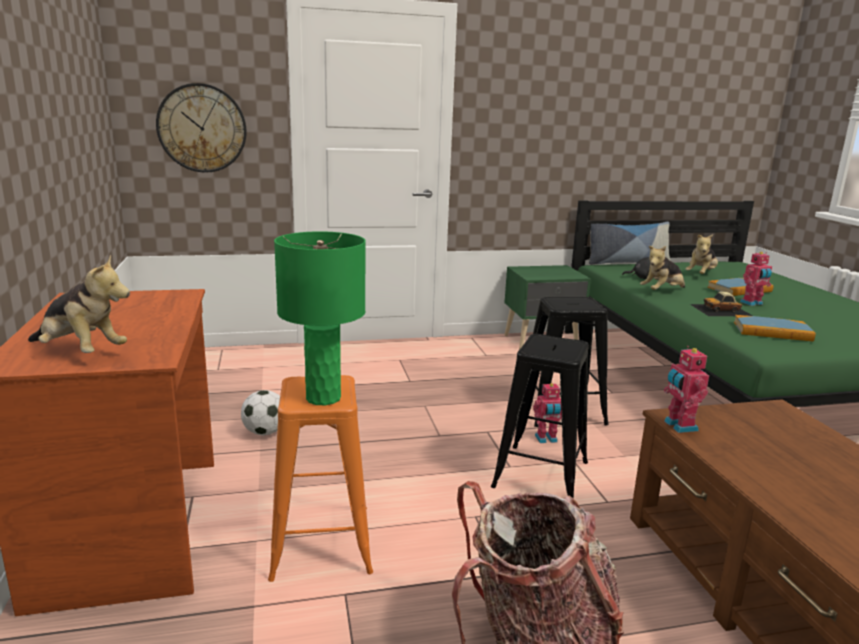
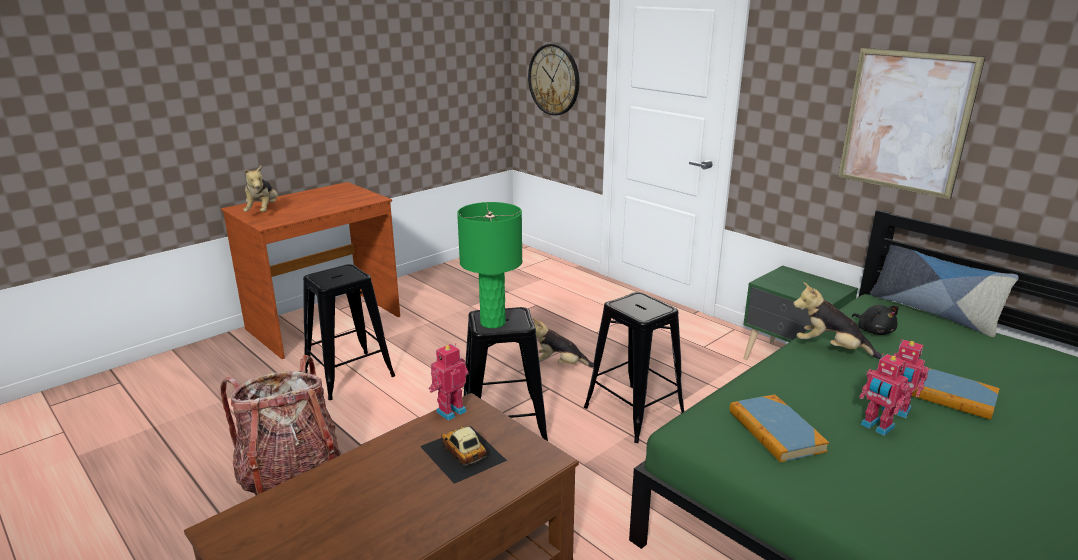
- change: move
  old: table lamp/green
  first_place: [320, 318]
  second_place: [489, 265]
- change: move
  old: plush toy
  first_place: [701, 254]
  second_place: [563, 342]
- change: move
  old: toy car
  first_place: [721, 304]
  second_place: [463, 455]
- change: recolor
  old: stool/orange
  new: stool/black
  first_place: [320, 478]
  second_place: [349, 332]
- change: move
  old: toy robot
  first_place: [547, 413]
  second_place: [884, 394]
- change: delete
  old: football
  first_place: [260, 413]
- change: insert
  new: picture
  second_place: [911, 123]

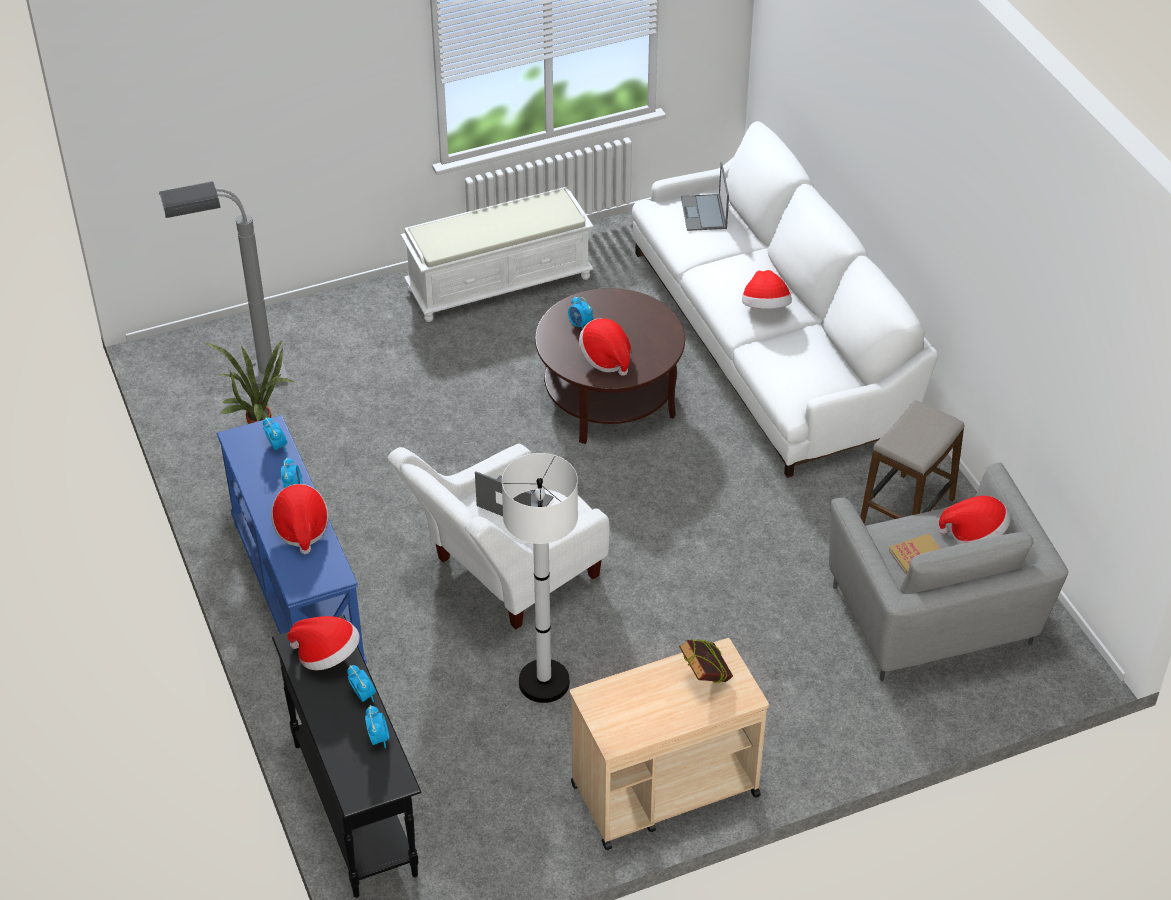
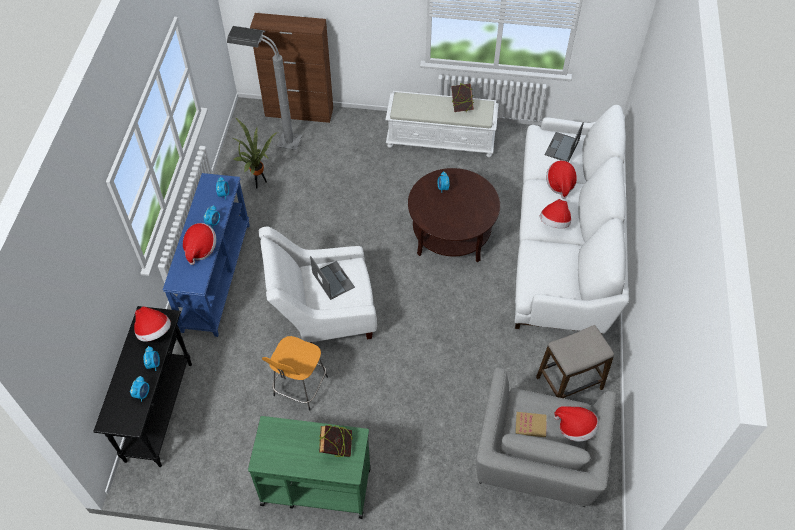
- change: move
  old: hat
  first_place: [605, 347]
  second_place: [561, 179]
- change: replace
  old: floor lamp/white
  new: stool/orange
  first_place: [540, 578]
  second_place: [295, 373]
- change: recolor
  old: cart/beige
  new: cart/green
  first_place: [669, 744]
  second_place: [309, 467]
- change: insert
  new: cabinet/brown
  second_place: [291, 68]
- change: insert
  new: book
  second_place: [462, 97]

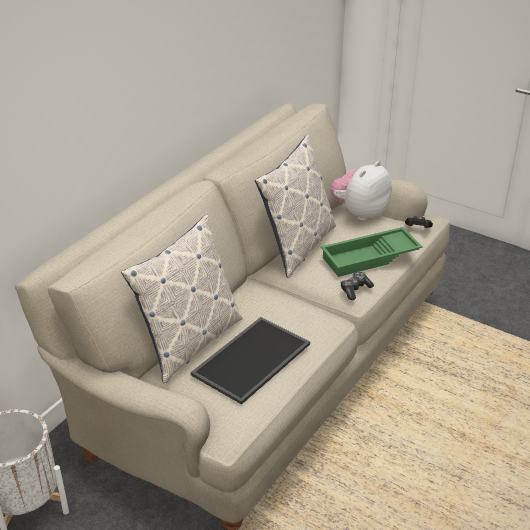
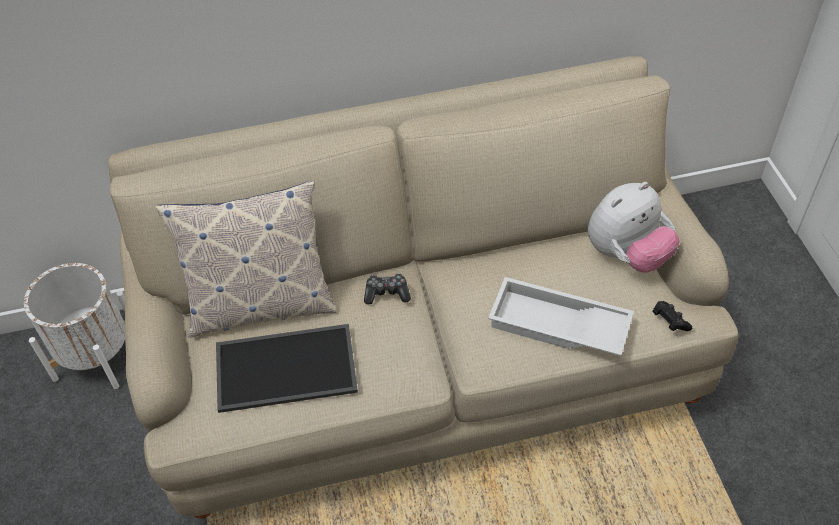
- change: delete
  old: pillow
  first_place: [295, 206]
- change: rotate
  old: plush toy
  first_place: [360, 190]
  second_place: [634, 227]
  degrees: 150
- change: recolor
  old: tray/green
  new: tray/white
  first_place: [372, 252]
  second_place: [561, 316]
- change: move
  old: game controller
  first_place: [357, 286]
  second_place: [387, 289]

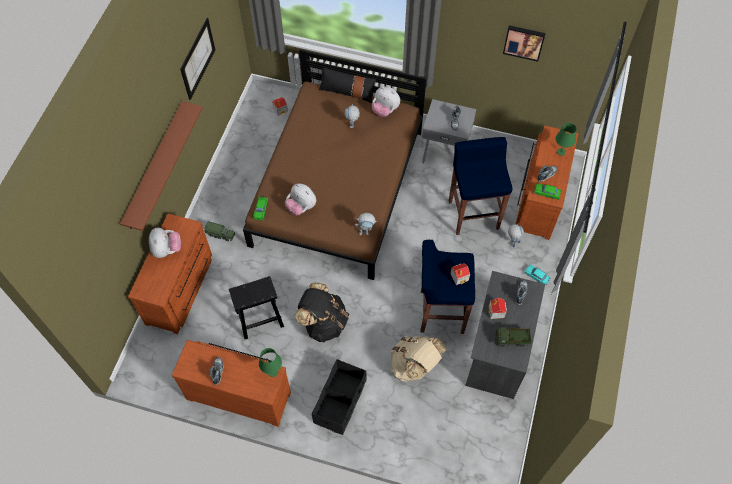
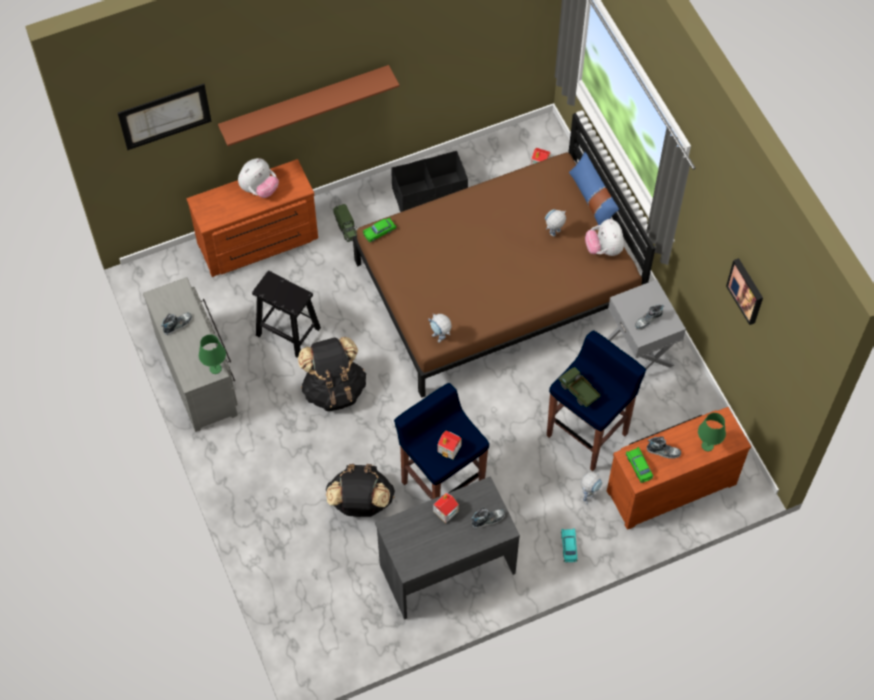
- change: move
  old: picture
  first_place: [197, 59]
  second_place: [165, 117]
- change: recolor
  old: pillow/black
  new: pillow/blue
  first_place: [347, 85]
  second_place: [594, 188]
- change: delete
  old: plush toy
  first_place: [300, 199]
- change: move
  old: toy truck
  first_place: [513, 337]
  second_place: [579, 387]
- change: recolor
  old: backpack/beige
  new: backpack/black
  first_place: [419, 358]
  second_place: [360, 490]
- change: recolor
  old: dresser/brown
  new: dresser/grey
  first_place: [231, 383]
  second_place: [190, 354]
- change: move
  old: storage box/black
  first_place: [339, 397]
  second_place: [430, 181]

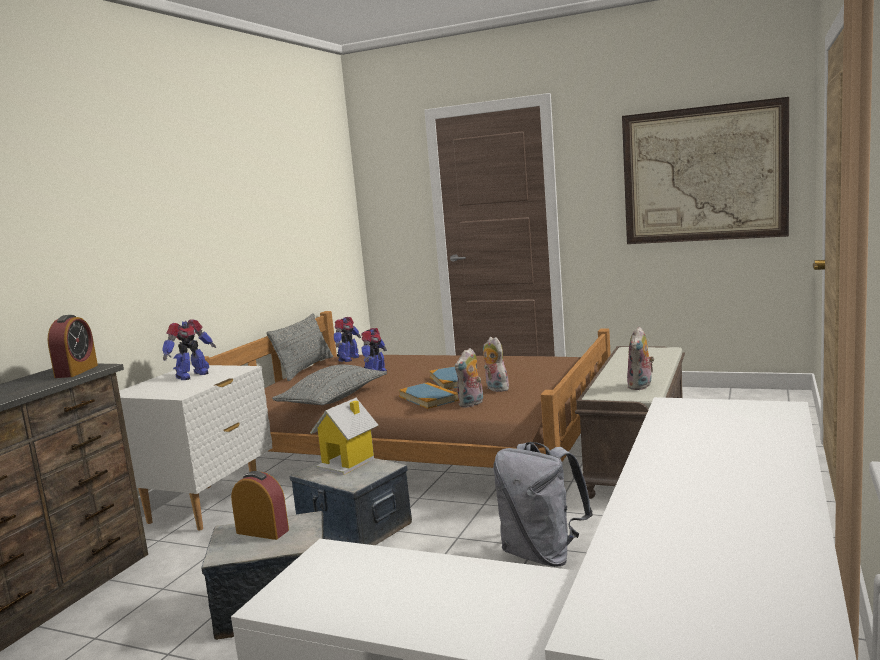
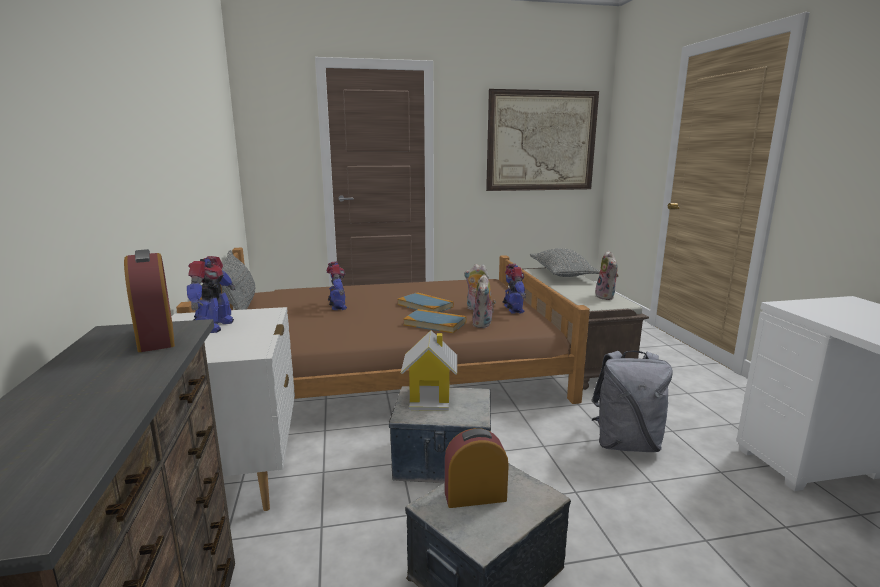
- change: move
  old: toy robot
  first_place: [347, 339]
  second_place: [514, 289]
- change: move
  old: pillow/grey
  first_place: [329, 385]
  second_place: [565, 262]

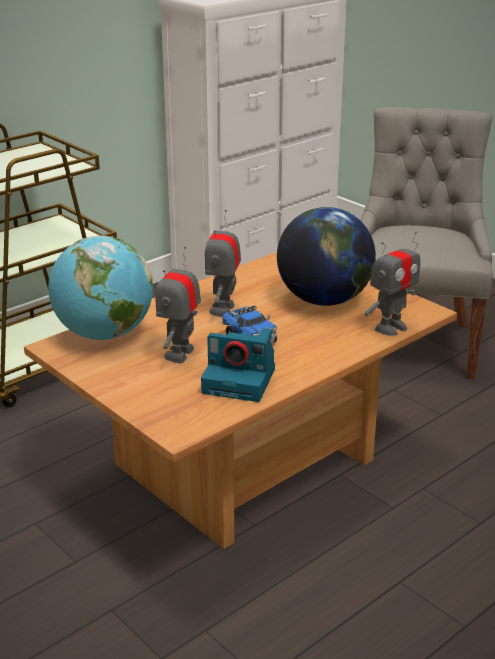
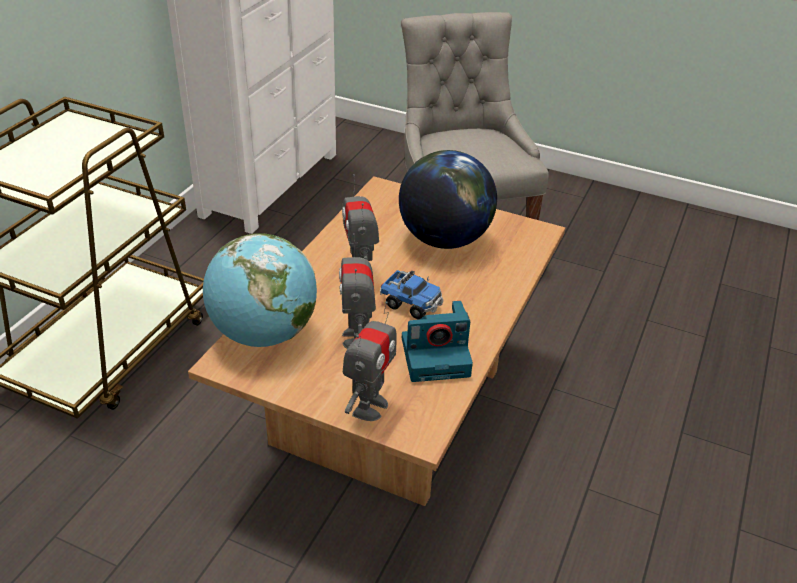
- change: move
  old: toy robot
  first_place: [393, 283]
  second_place: [370, 361]

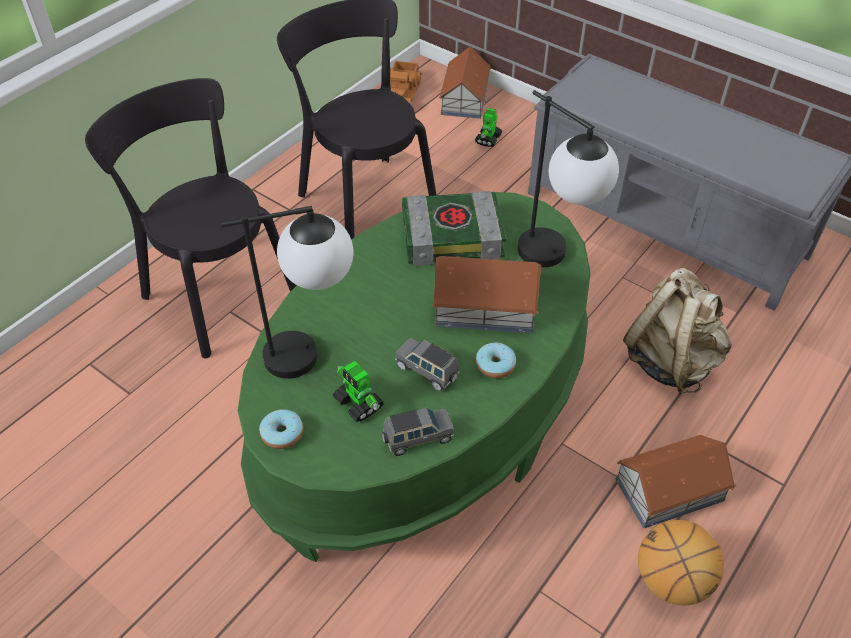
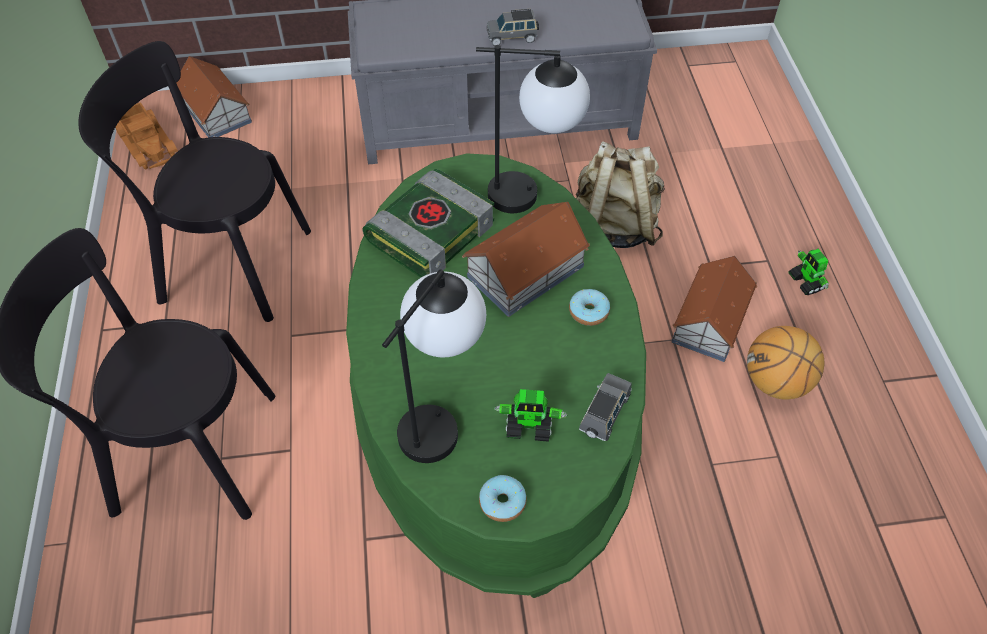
- change: move
  old: toy robot
  first_place: [488, 127]
  second_place: [809, 272]
- change: move
  old: toy car/grey
  first_place: [427, 364]
  second_place: [513, 27]

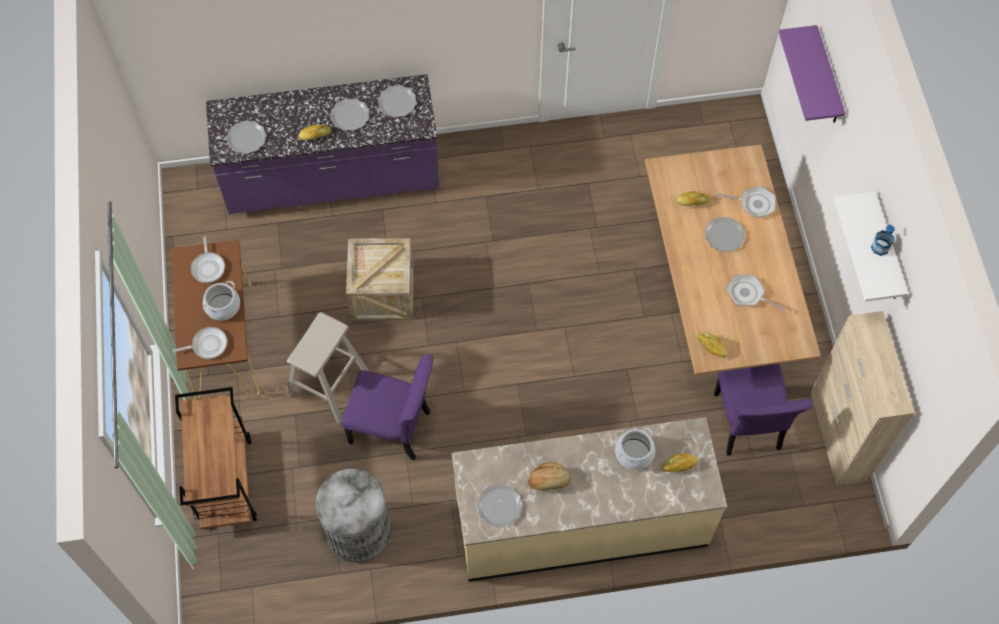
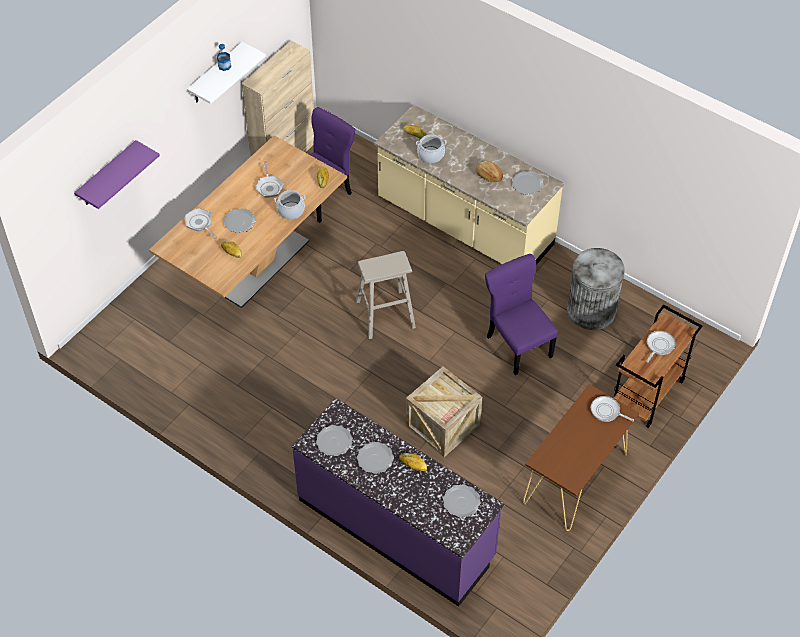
- change: move
  old: frying pan
  first_place: [208, 259]
  second_place: [661, 346]
- change: move
  old: cooking pot
  first_place: [221, 301]
  second_place: [290, 204]
- change: move
  old: stool/beige
  first_place: [327, 368]
  second_place: [386, 295]

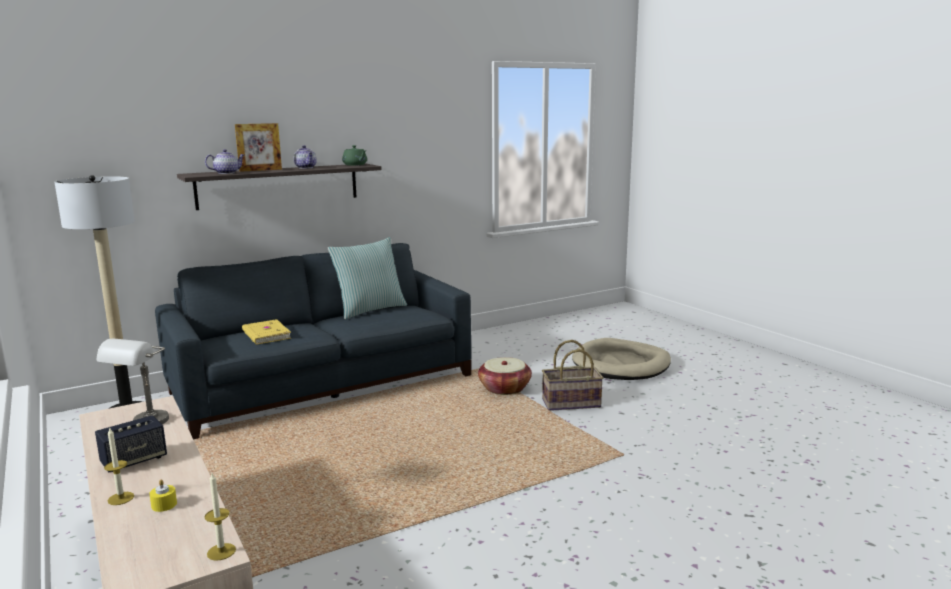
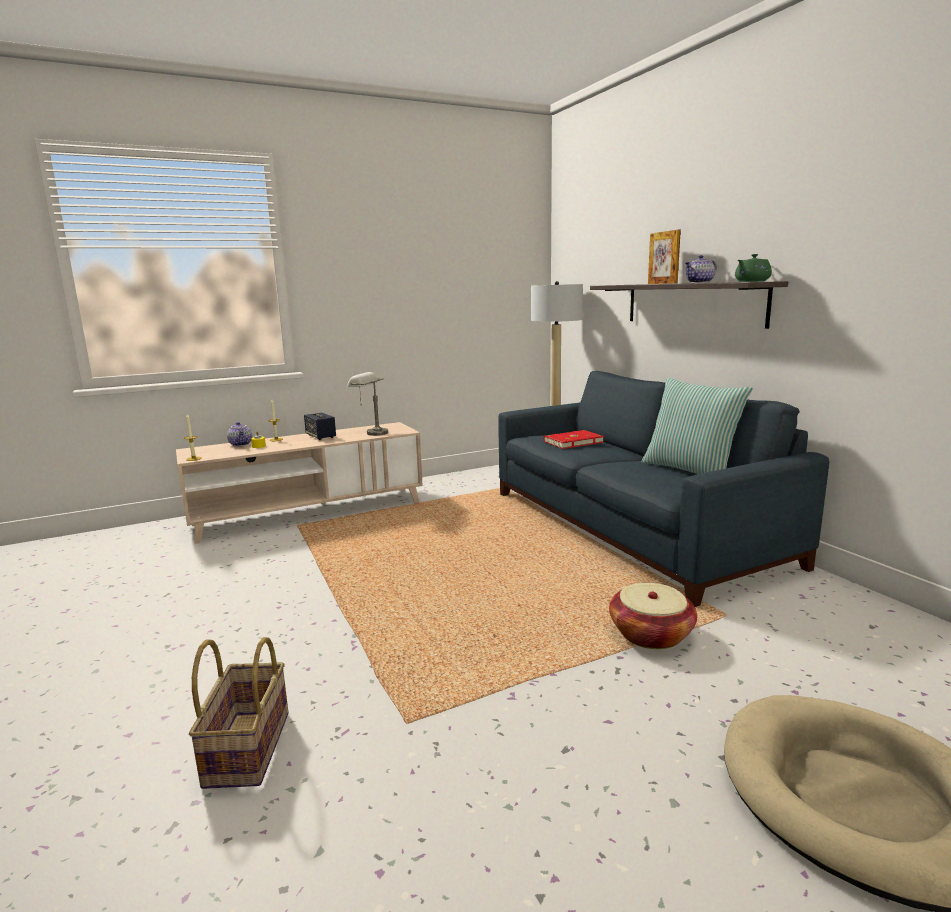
- change: move
  old: teapot
  first_place: [224, 161]
  second_place: [239, 434]
- change: recolor
  old: book/yellow
  new: book/red
  first_place: [266, 332]
  second_place: [573, 439]
- change: move
  old: basket
  first_place: [572, 375]
  second_place: [239, 713]

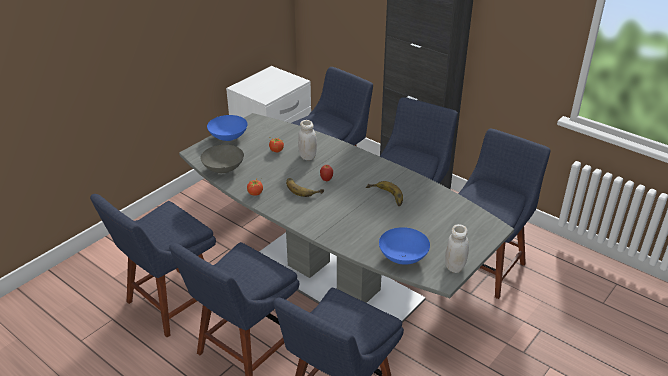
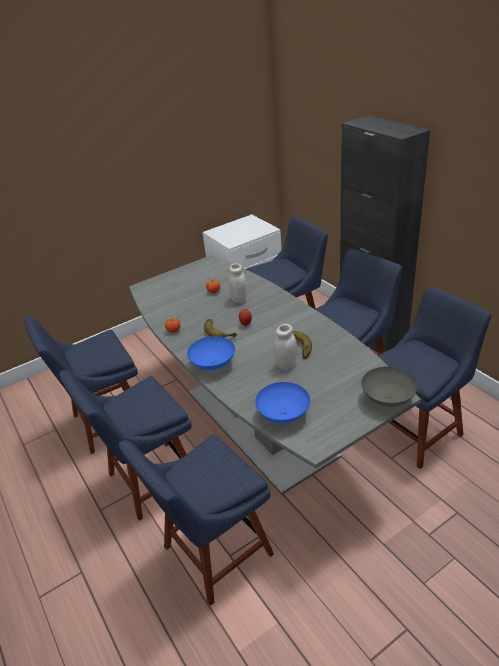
- change: move
  old: bowl/blue
  first_place: [227, 128]
  second_place: [211, 353]
- change: move
  old: bowl/grey
  first_place: [222, 159]
  second_place: [389, 387]
- change: move
  old: jar/white
  first_place: [457, 248]
  second_place: [285, 347]

